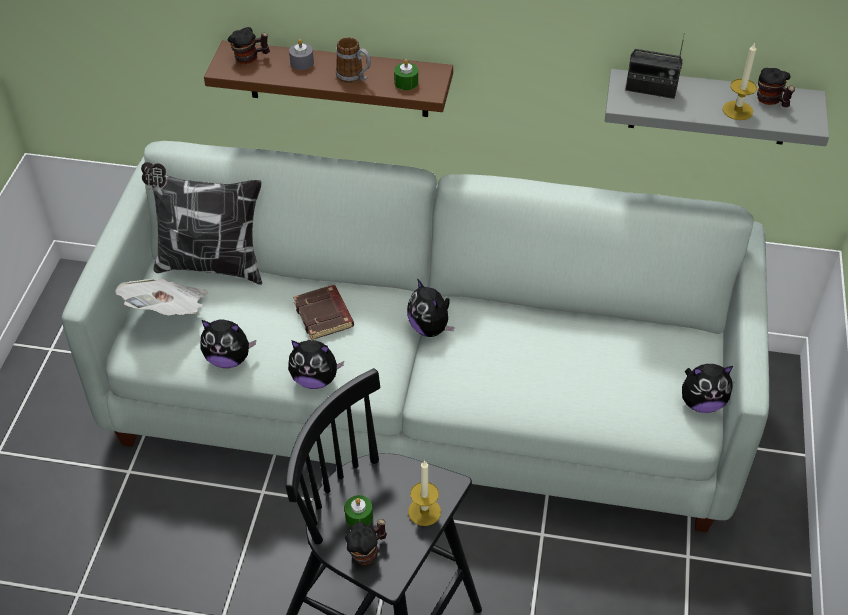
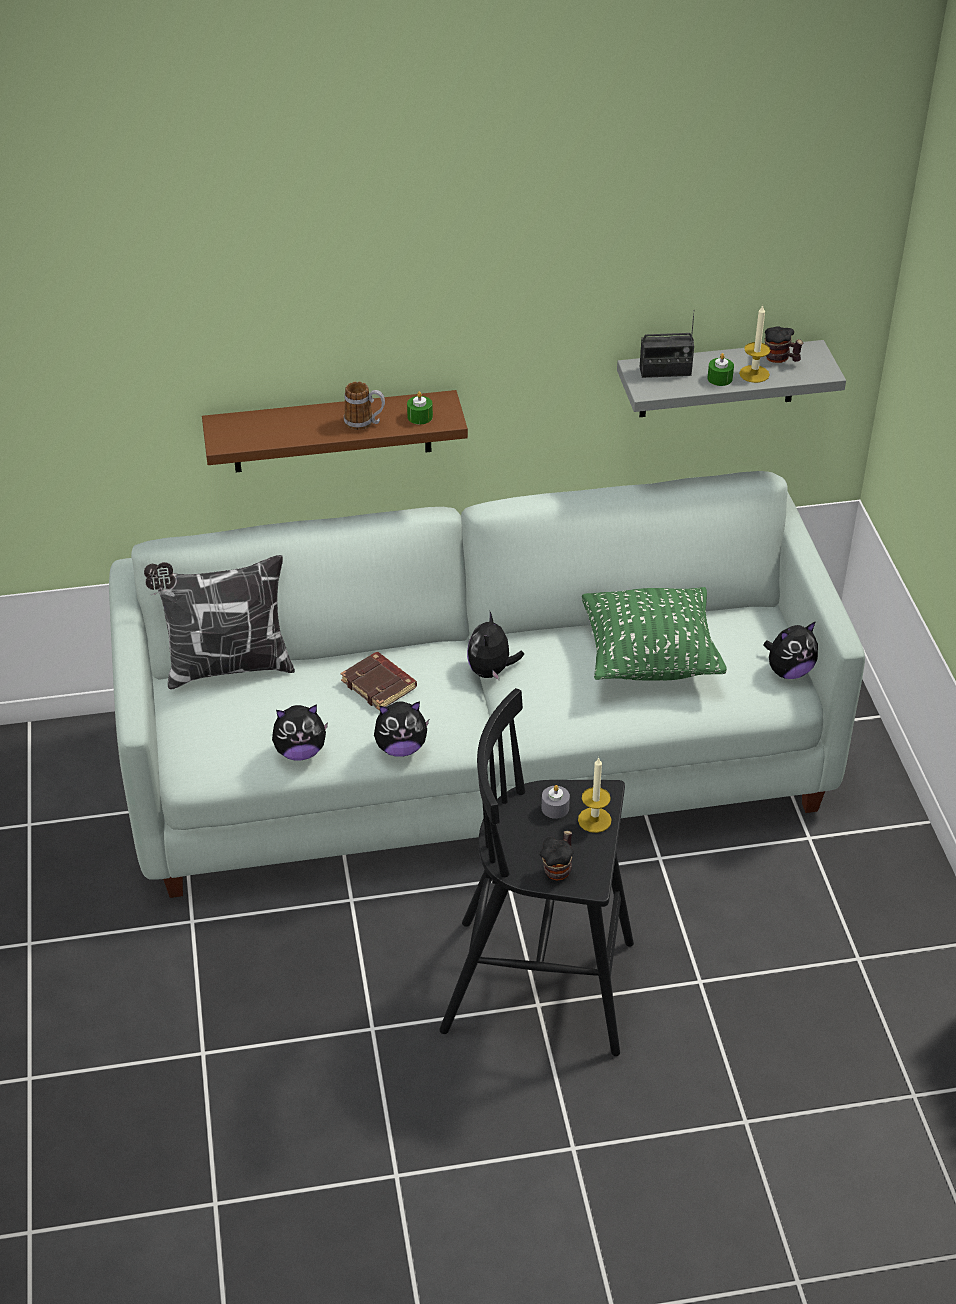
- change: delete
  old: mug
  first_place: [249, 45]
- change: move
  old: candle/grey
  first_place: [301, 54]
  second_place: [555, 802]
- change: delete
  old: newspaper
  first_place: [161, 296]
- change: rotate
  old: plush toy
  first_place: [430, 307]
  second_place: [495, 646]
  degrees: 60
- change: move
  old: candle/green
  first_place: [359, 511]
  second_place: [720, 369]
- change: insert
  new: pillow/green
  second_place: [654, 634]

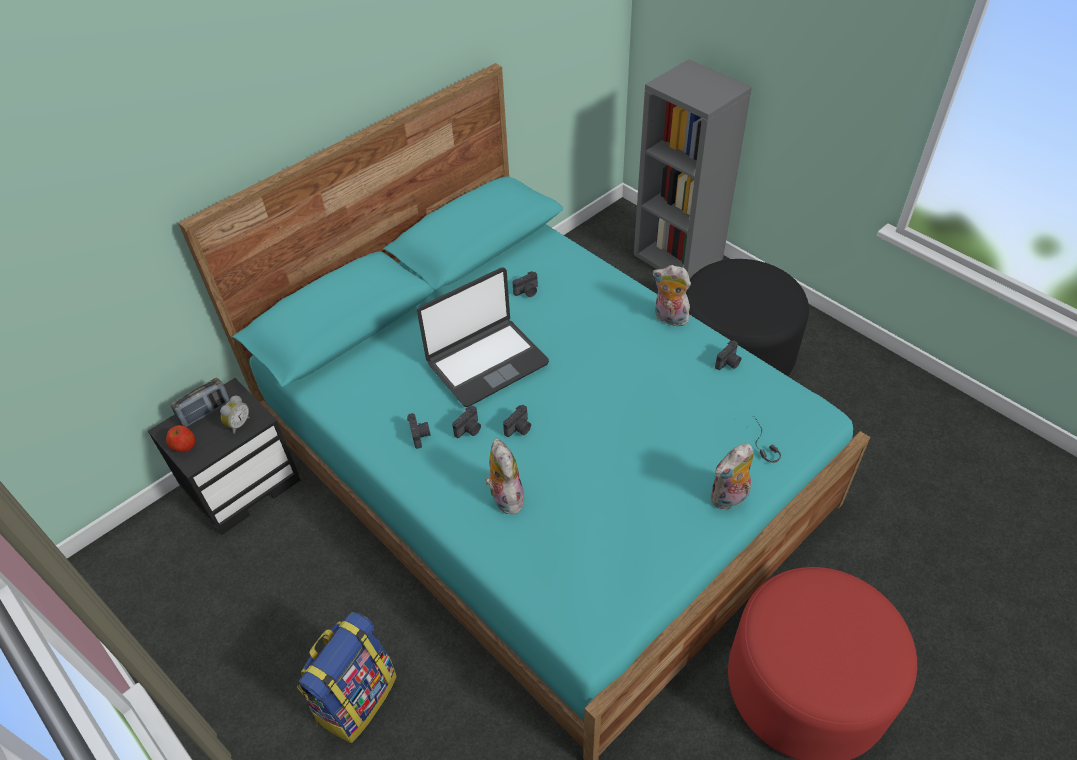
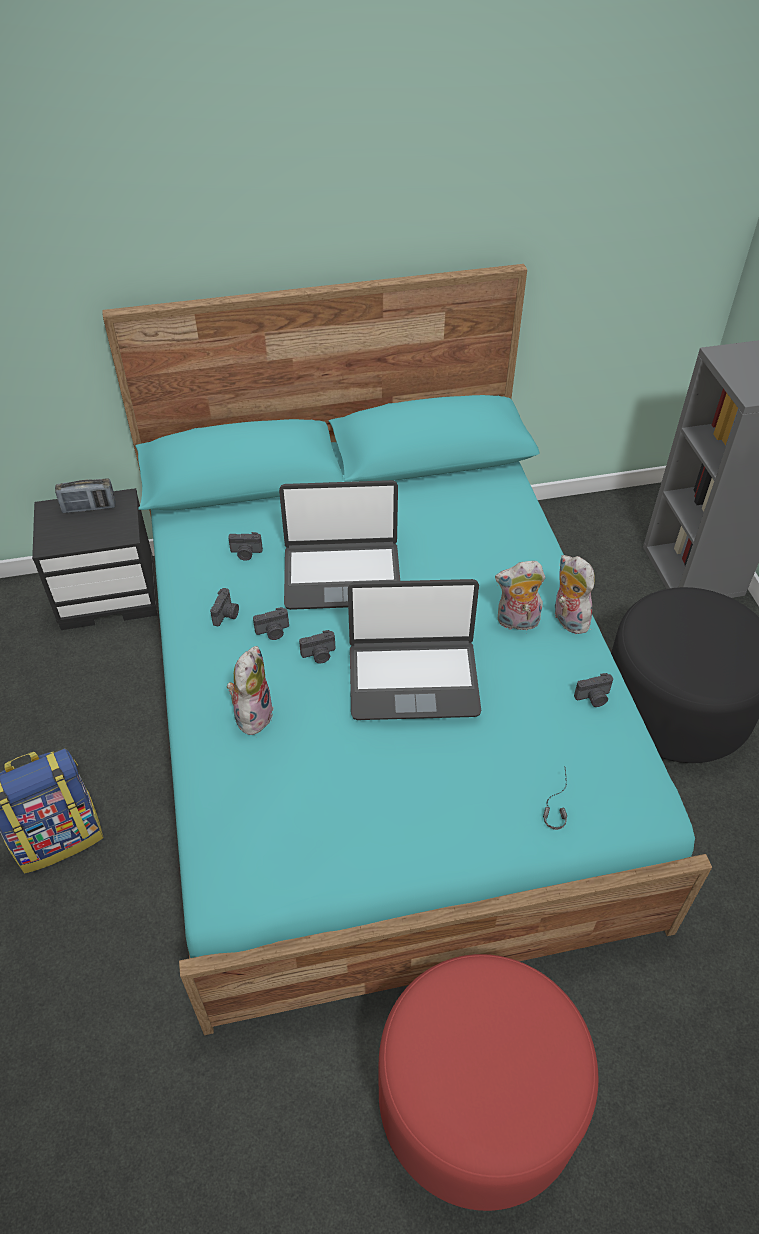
- change: move
  old: photo camera
  first_place: [525, 284]
  second_place: [245, 546]
- change: delete
  old: alarm clock
  first_place: [235, 414]
- change: delete
  old: apple
  first_place: [180, 438]
- change: move
  old: plush toy
  first_place: [732, 477]
  second_place: [520, 596]
- change: insert
  new: laptop
  second_place: [414, 649]

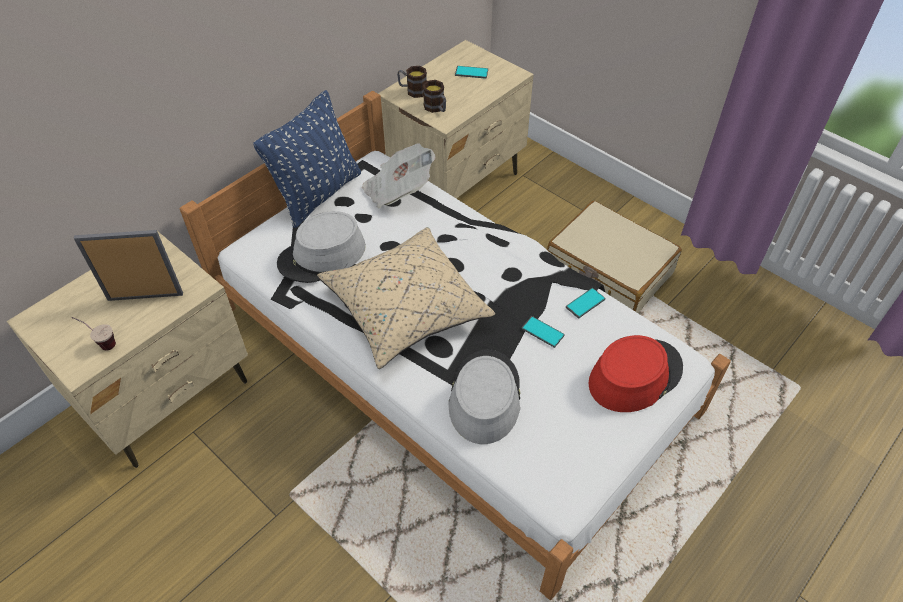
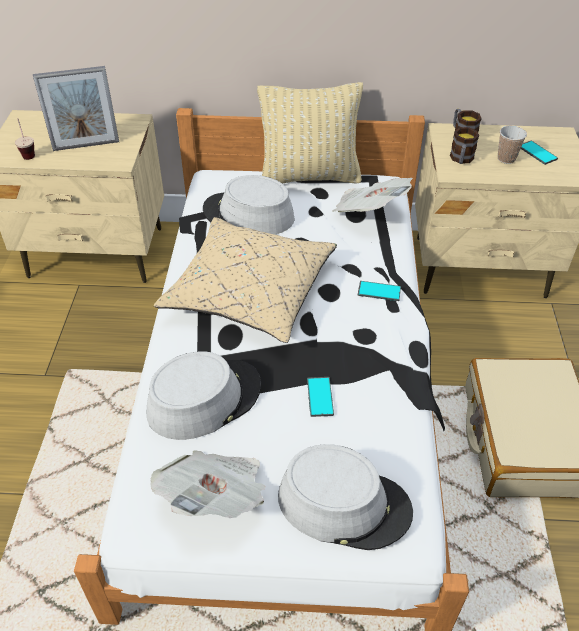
- change: recolor
  old: pillow/blue
  new: pillow/beige
  first_place: [307, 159]
  second_place: [310, 133]
- change: rotate
  old: picture frame
  first_place: [128, 265]
  second_place: [76, 108]
  degrees: 120
- change: move
  old: phone
  first_place: [585, 303]
  second_place: [379, 291]
- change: recolor
  old: hat/red
  new: hat/grey
  first_place: [635, 373]
  second_place: [345, 497]
- change: insert
  new: cup
  second_place: [512, 145]
- change: insert
  new: newspaper
  second_place: [207, 484]

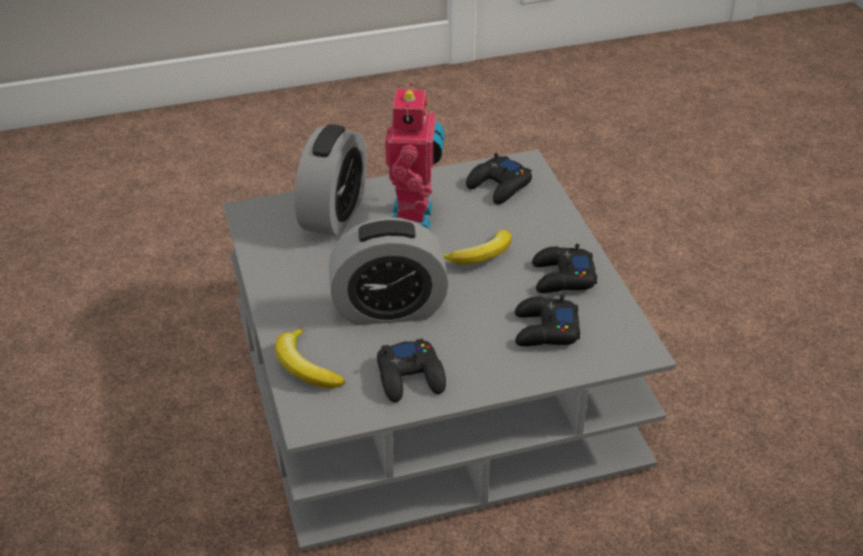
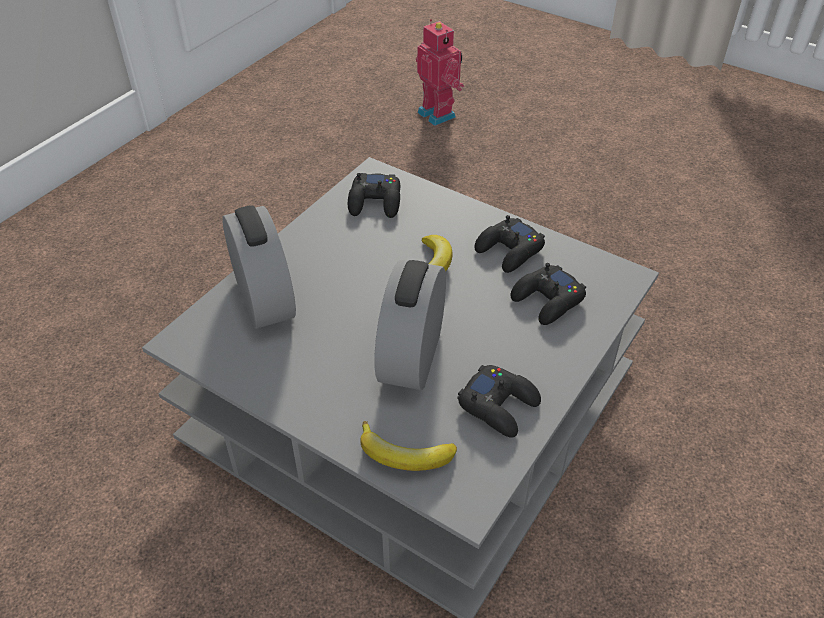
- change: move
  old: toy robot
  first_place: [414, 156]
  second_place: [440, 72]
- change: rotate
  old: alarm clock
  first_place: [389, 271]
  second_place: [410, 325]
  degrees: 150

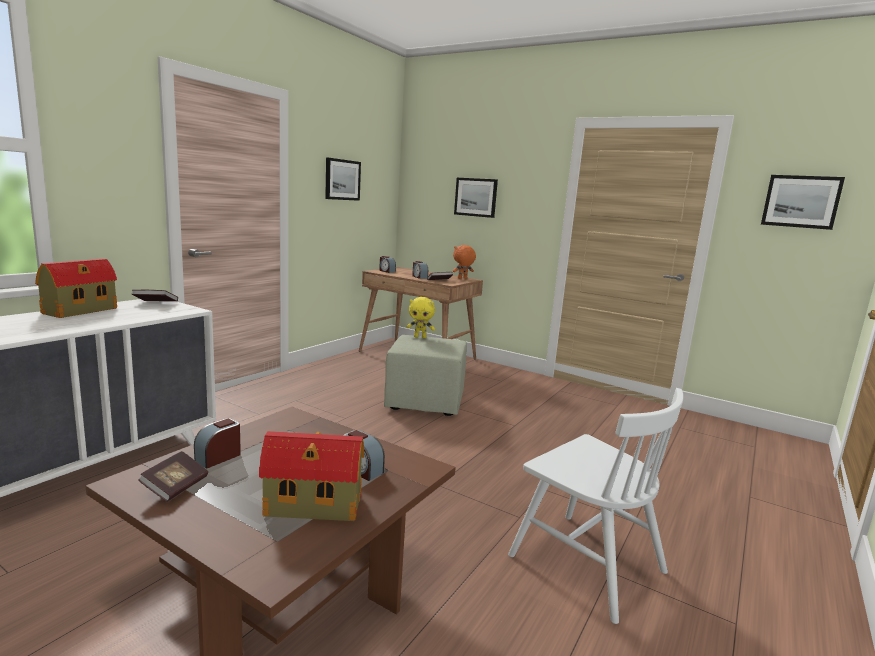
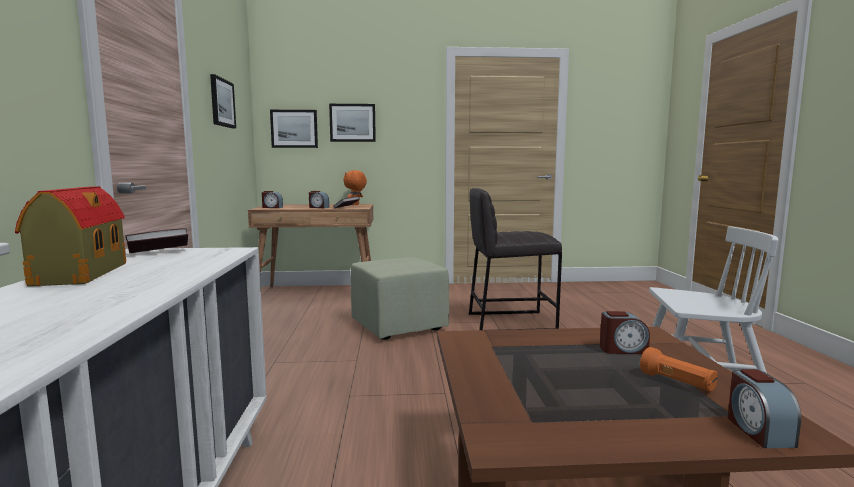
- change: move
  old: picture
  first_place: [803, 202]
  second_place: [294, 129]
- change: delete
  old: plush toy/yellow
  first_place: [421, 317]
- change: move
  old: alarm clock
  first_place: [217, 443]
  second_place: [764, 408]
- change: replace
  old: toy house
  new: flashlight/orange
  first_place: [311, 476]
  second_place: [679, 369]
- change: delete
  old: book
  first_place: [173, 476]
- change: insert
  new: stool/grey
  second_place: [515, 259]

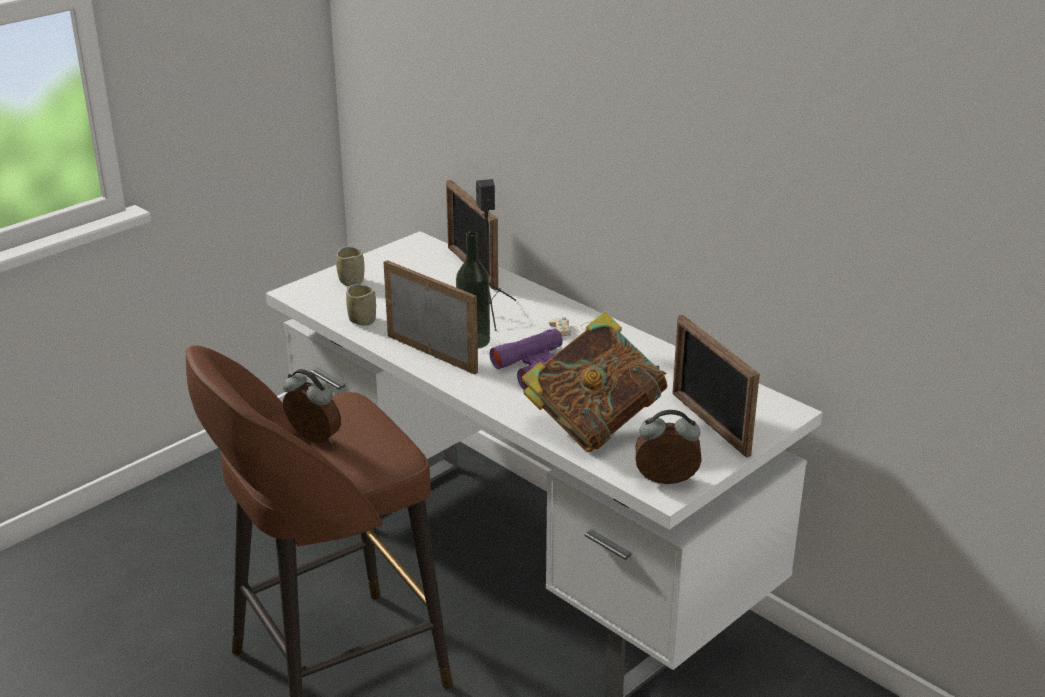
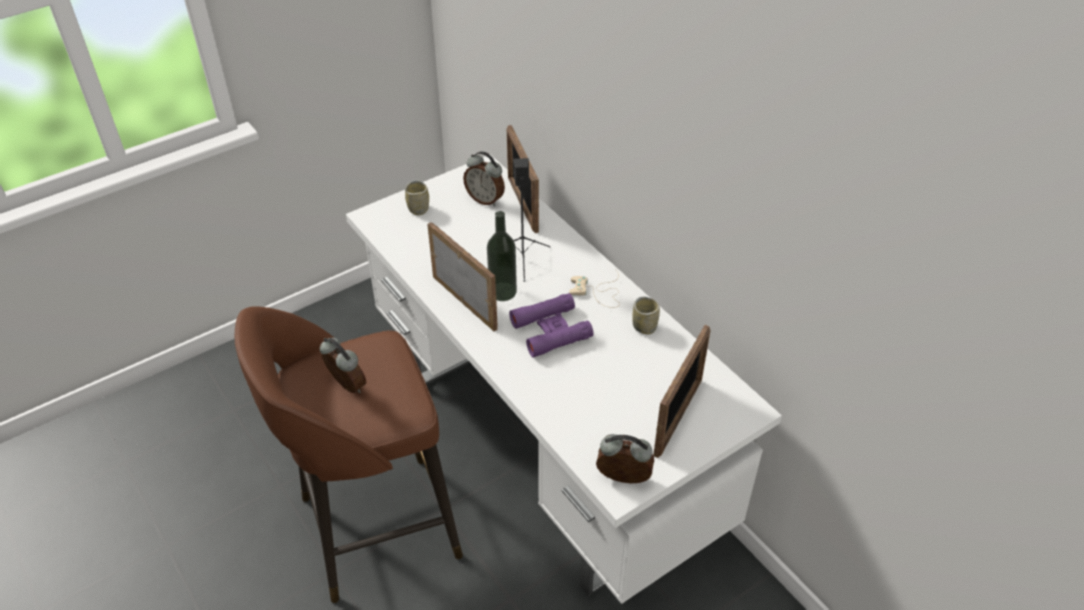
- change: move
  old: cup
  first_place: [361, 305]
  second_place: [646, 315]
- change: delete
  old: book
  first_place: [595, 382]
- change: rotate
  old: picture frame
  first_place: [716, 386]
  second_place: [681, 391]
  degrees: -135
- change: insert
  new: alarm clock
  second_place: [484, 178]

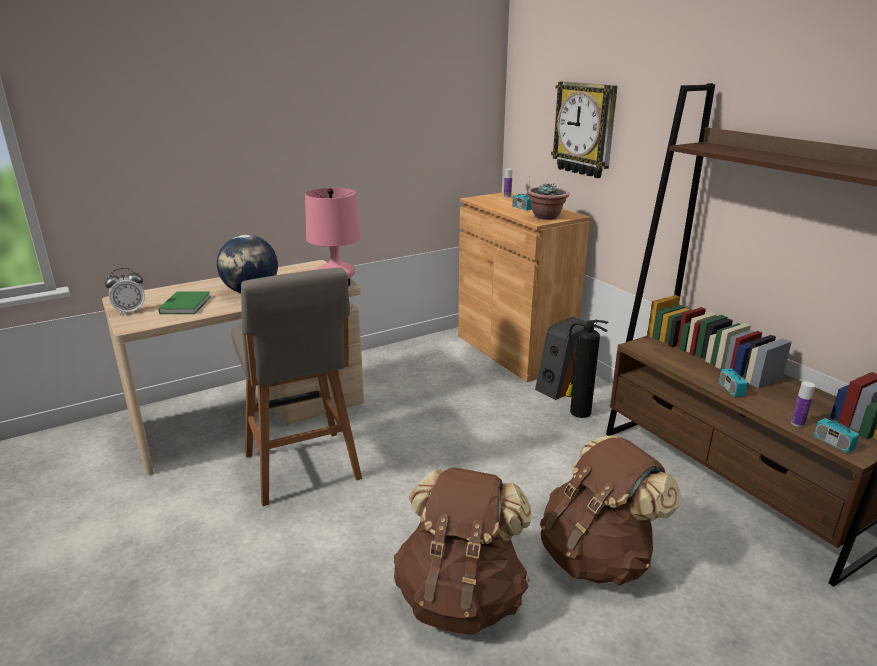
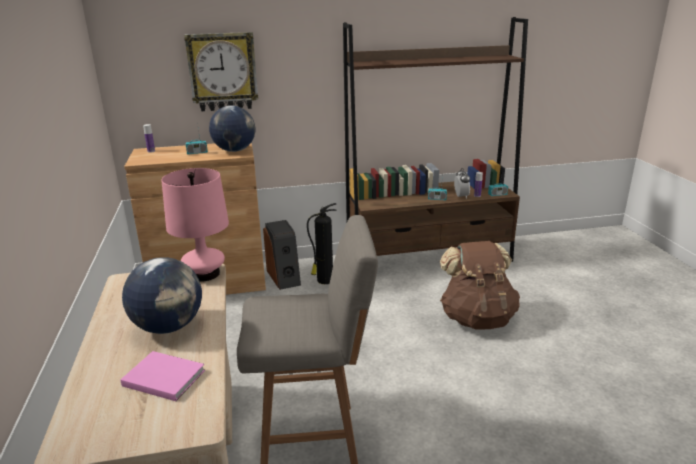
- change: replace
  old: potted plant
  new: globe
  first_place: [548, 201]
  second_place: [232, 128]
- change: move
  old: alarm clock
  first_place: [125, 291]
  second_place: [462, 183]
- change: recolor
  old: book/green
  new: book/pink
  first_place: [184, 302]
  second_place: [162, 376]
- change: delete
  old: backpack/brown
  first_place: [462, 551]

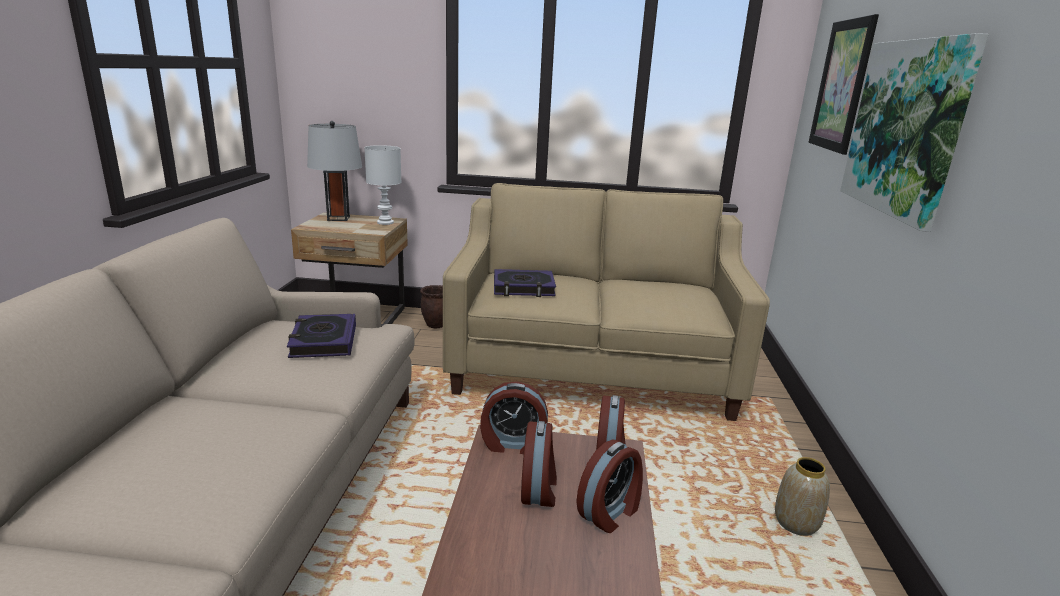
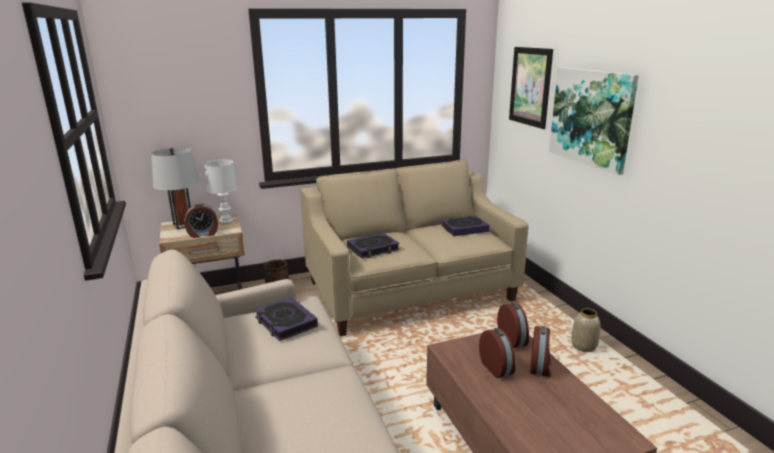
- change: move
  old: alarm clock
  first_place: [514, 417]
  second_place: [201, 221]
- change: insert
  new: book
  second_place: [465, 225]

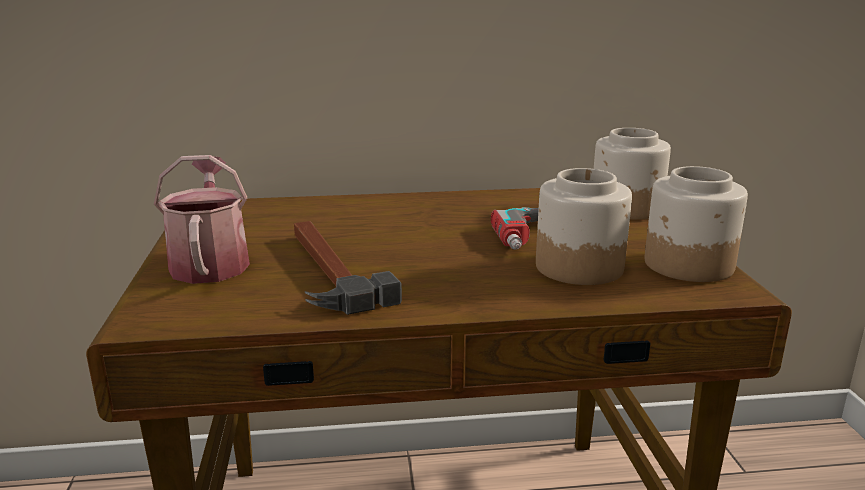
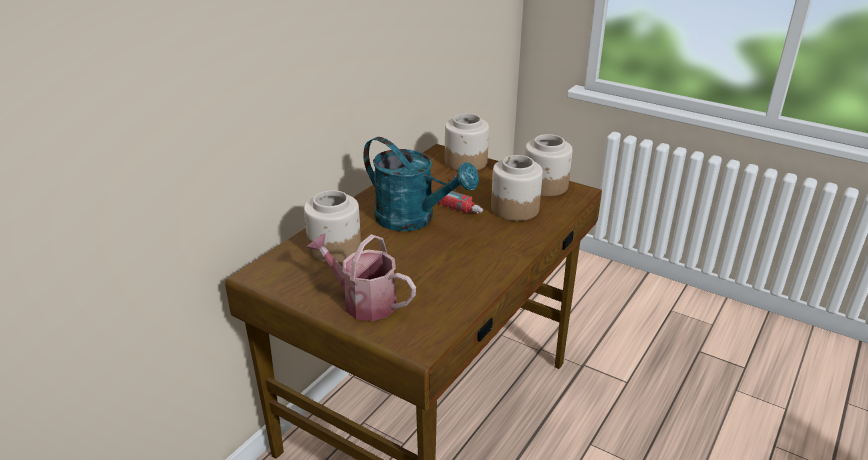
- change: delete
  old: hammer
  first_place: [348, 268]
- change: insert
  new: watering can/turquoise
  second_place: [421, 184]
- change: insert
  new: jar
  second_place: [332, 226]

